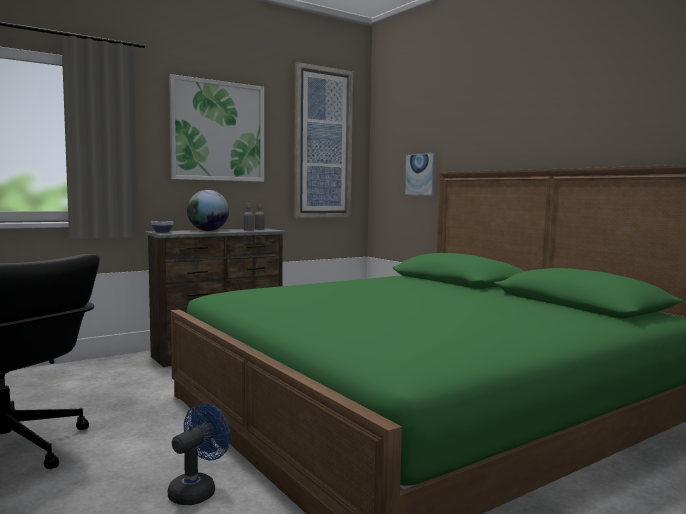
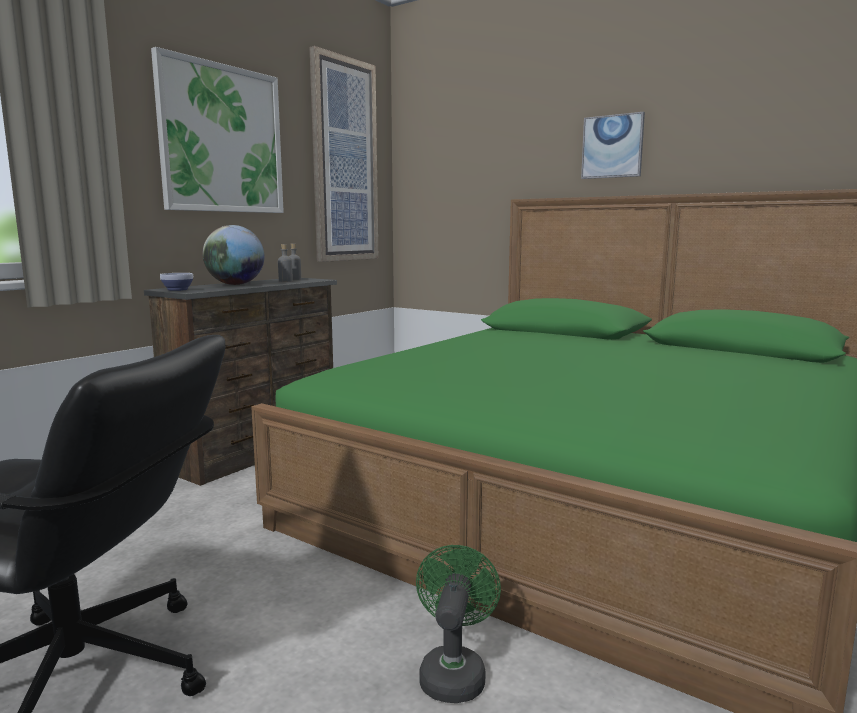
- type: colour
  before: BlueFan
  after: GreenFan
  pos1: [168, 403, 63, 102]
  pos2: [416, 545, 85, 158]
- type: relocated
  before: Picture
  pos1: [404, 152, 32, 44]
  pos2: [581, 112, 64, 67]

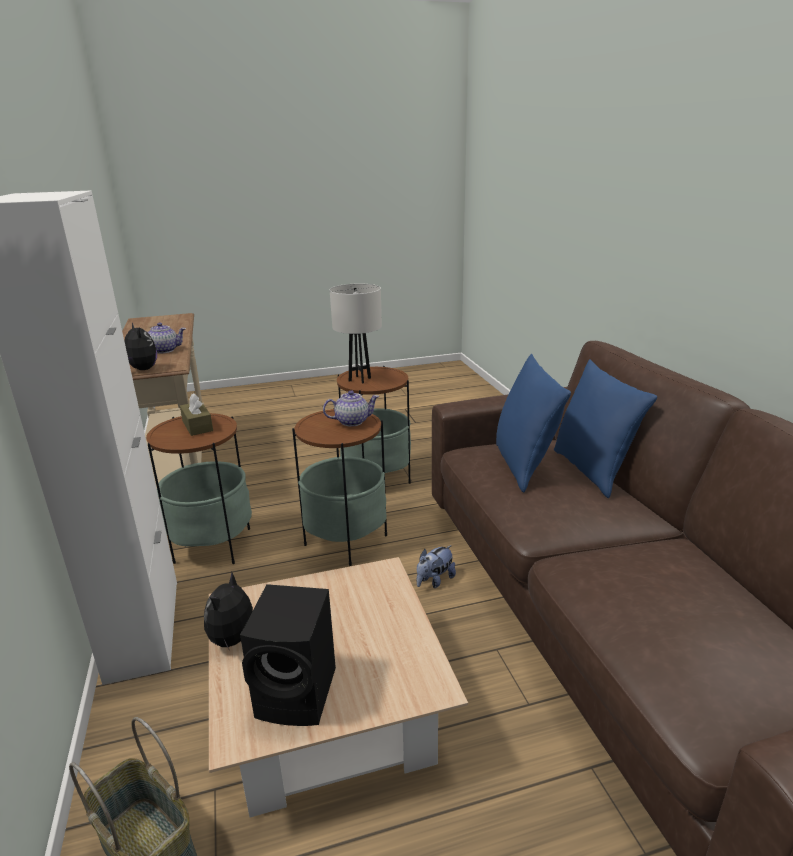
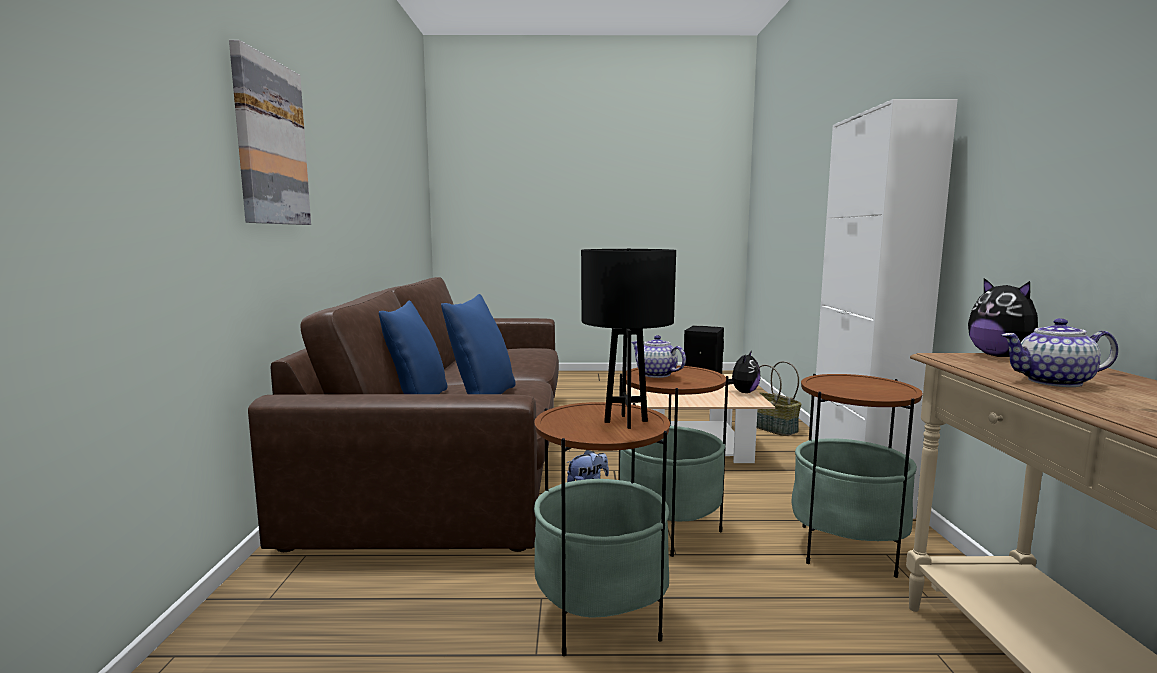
- type: missing
  before: BrownTissueBox
  pos1: [180, 393, 33, 43]
- type: spun
  before: Teapot
  pos1: [323, 390, 56, 36]
  pos2: [631, 335, 55, 43]
  turn: 45
- type: colour
  before: WhiteTableLamp
  after: BlackTableLamp
  pos1: [330, 283, 52, 100]
  pos2: [581, 248, 95, 181]
- type: appeared
  after: Picture
  pos2: [229, 40, 82, 185]

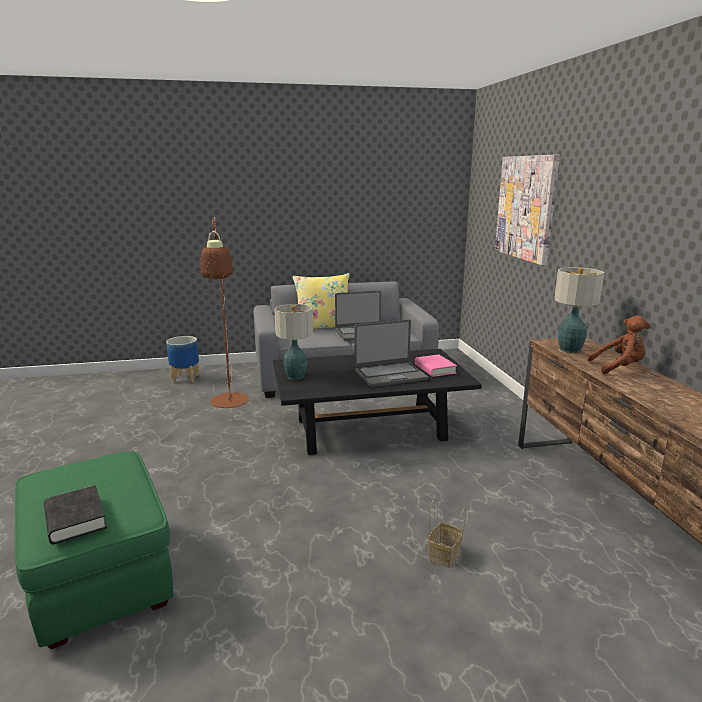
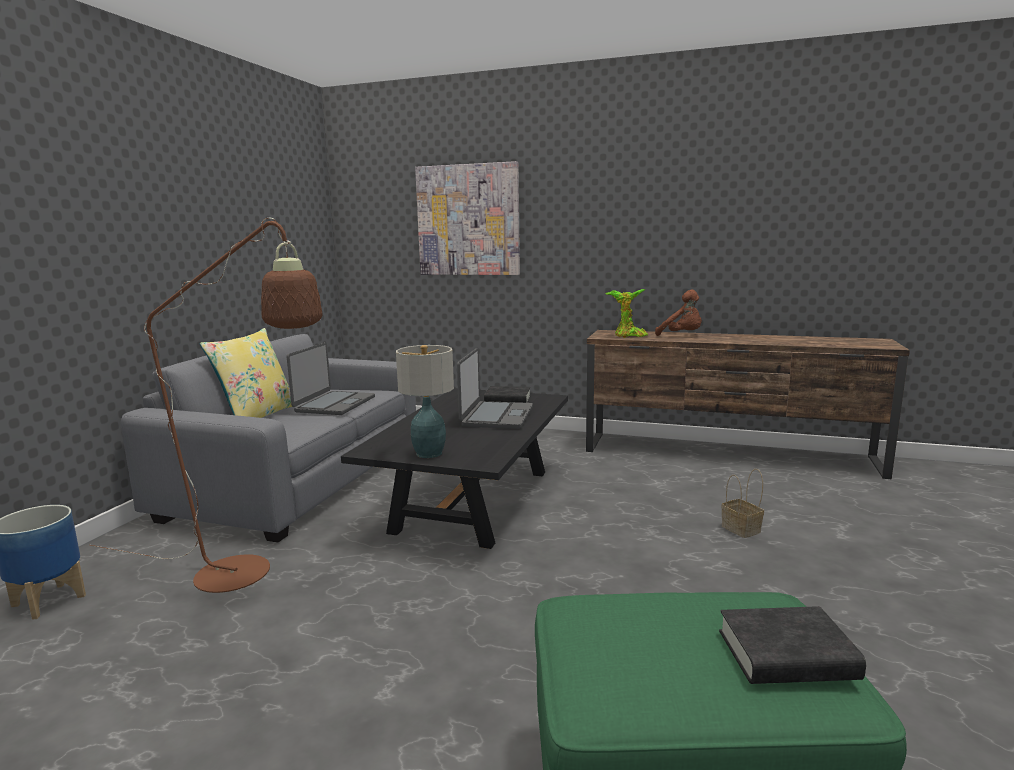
- type: colour
  before: PinkBook
  after: BlackBook
  pos1: [415, 354, 42, 23]
  pos2: [484, 386, 47, 17]
- type: exchanged
  before: TableLamp
  after: PottedPlant
  pos1: [554, 267, 50, 86]
  pos2: [605, 289, 43, 49]
- type: spun
  before: BrownPlushToy
  pos1: [588, 316, 63, 58]
  pos2: [655, 290, 47, 46]
  turn: 105

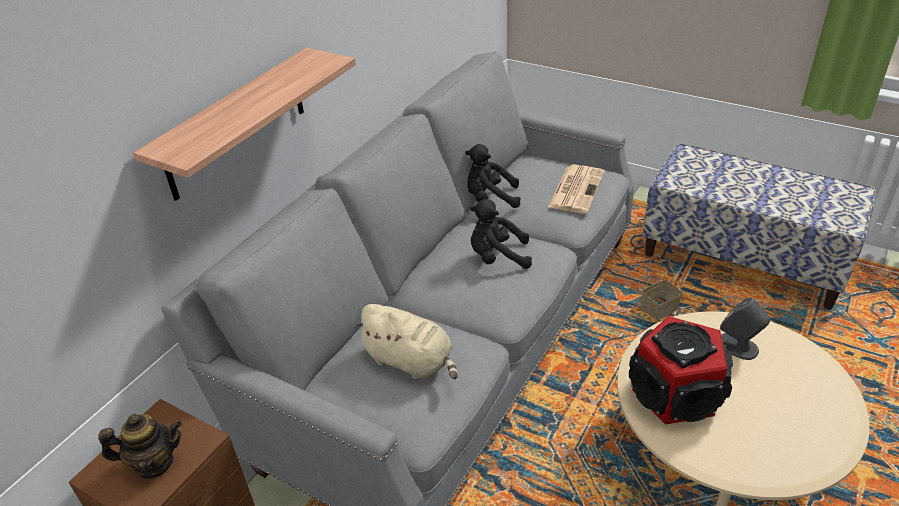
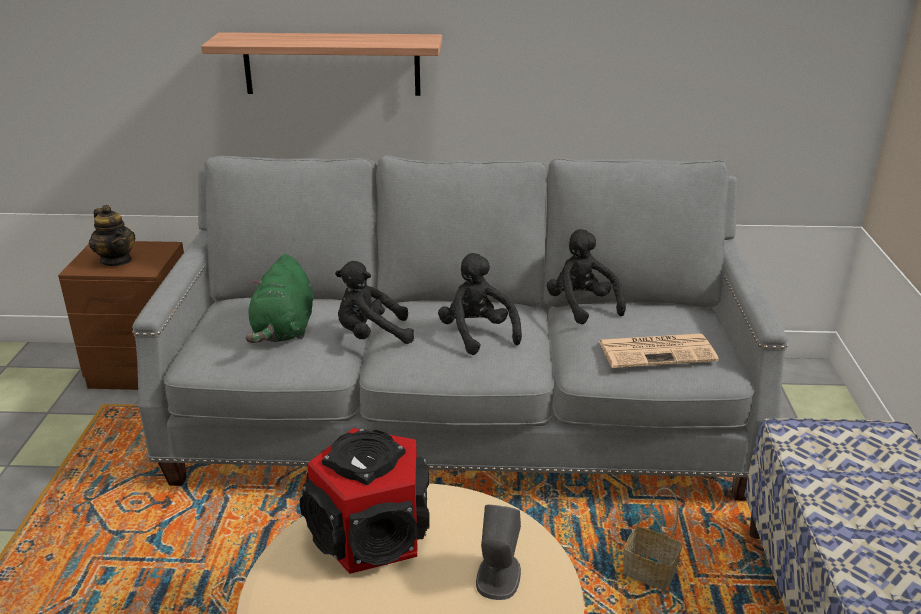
- type: colour
  before: BeigePlushToy
  after: GreenPlushToy
  pos1: [354, 304, 104, 75]
  pos2: [245, 254, 68, 89]
- type: appeared
  after: BlackPlushToy
  pos2: [335, 261, 79, 83]

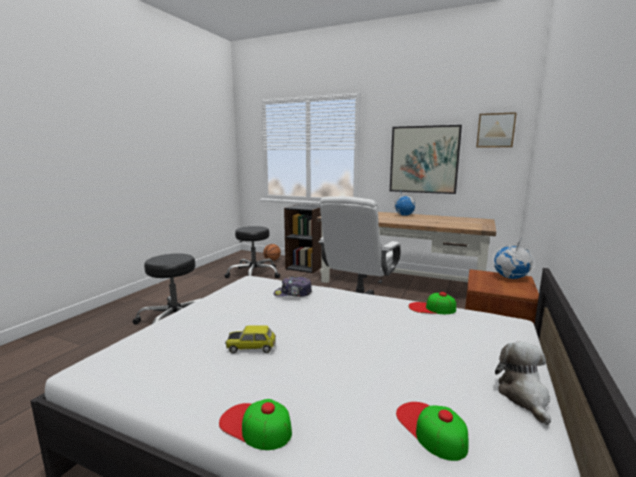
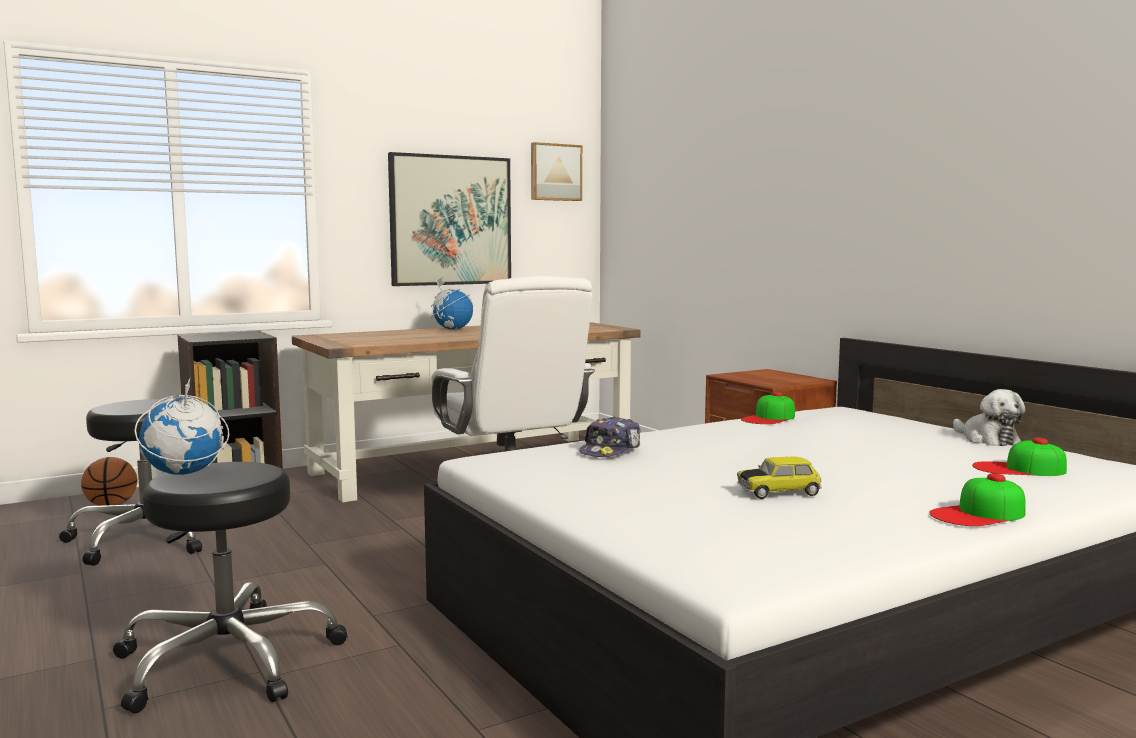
- type: spun
  before: ToyCar
  pos1: [225, 325, 51, 28]
  pos2: [737, 457, 85, 42]
  turn: 45
- type: relocated
  before: Globe
  pos1: [493, 239, 42, 40]
  pos2: [134, 376, 95, 99]
- type: spun
  before: PlushToy
  pos1: [495, 341, 56, 84]
  pos2: [953, 389, 72, 57]
  turn: -150

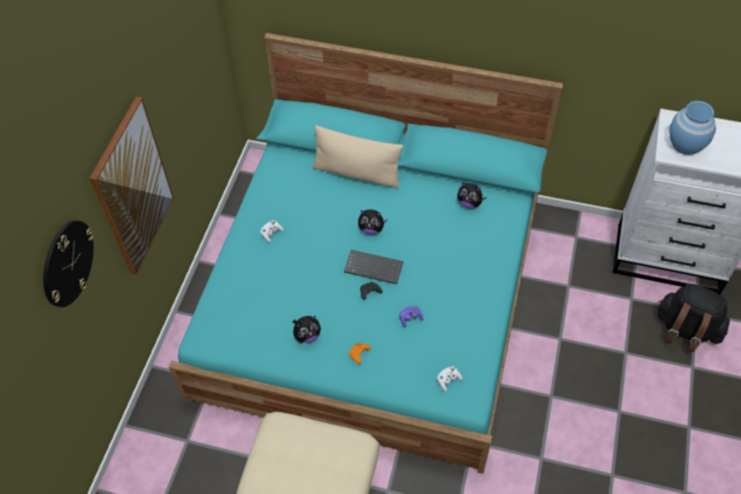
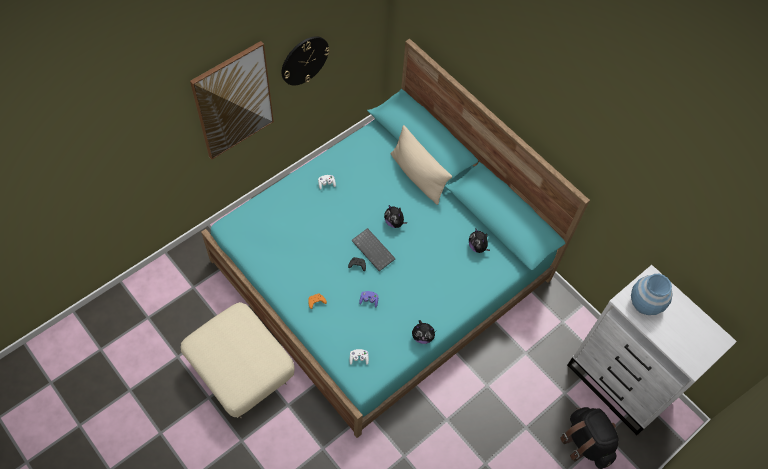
- type: relocated
  before: WallClock
  pos1: [43, 220, 51, 87]
  pos2: [282, 36, 48, 50]
- type: relocated
  before: PlushToy
  pos1: [293, 316, 28, 27]
  pos2: [412, 320, 25, 24]

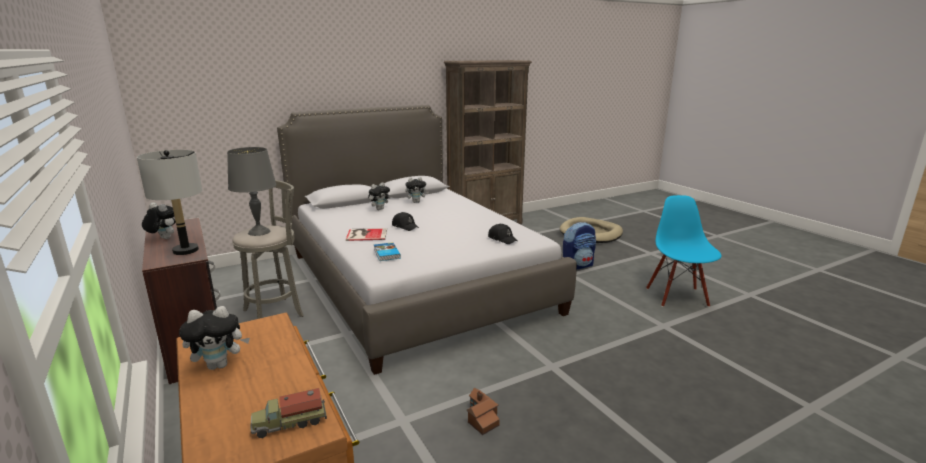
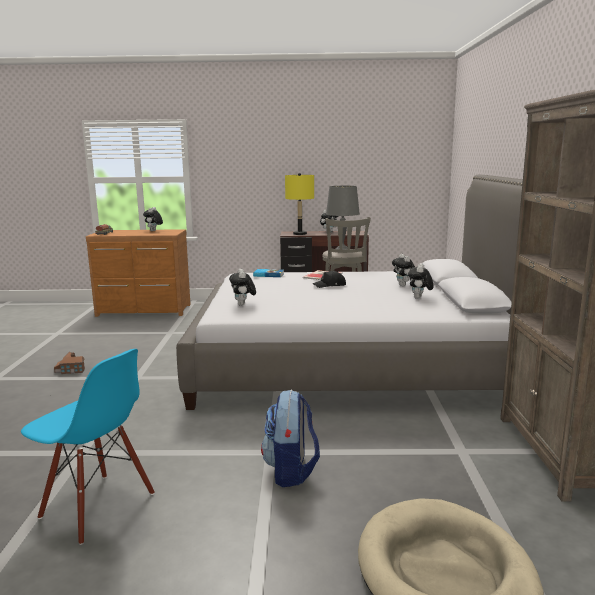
- type: colour
  before: GreyTableLamp
  after: YellowTableLamp
  pos1: [137, 150, 65, 105]
  pos2: [285, 173, 29, 62]
- type: relocated
  before: ToyHouse
  pos1: [467, 388, 33, 47]
  pos2: [54, 352, 31, 22]
- type: exchanged
  before: BlackCap
  after: PlushToy
  pos1: [488, 224, 30, 20]
  pos2: [229, 269, 27, 37]

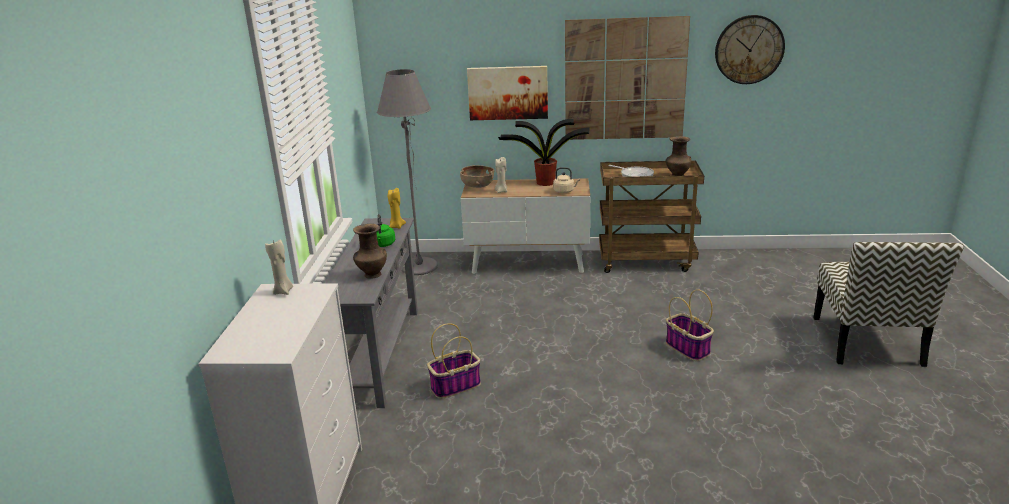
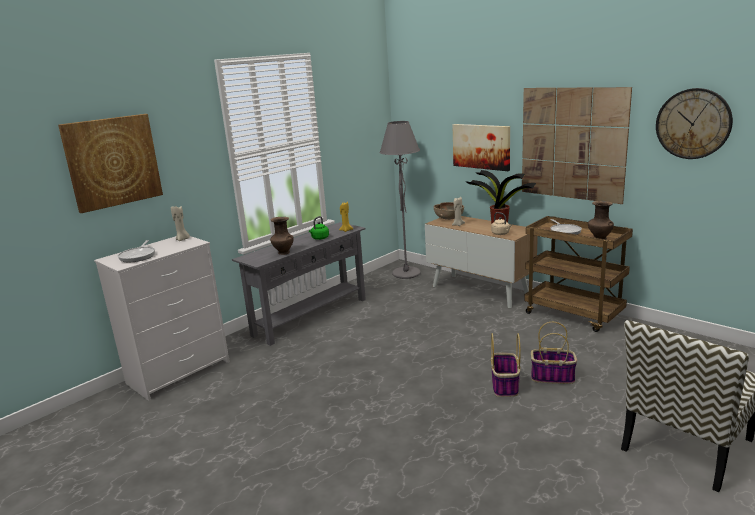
- type: relocated
  before: Basket
  pos1: [427, 323, 54, 76]
  pos2: [531, 322, 46, 62]
- type: appeared
  after: Picture
  pos2: [58, 114, 105, 99]
- type: appeared
  after: FryingPan
  pos2: [118, 240, 37, 22]

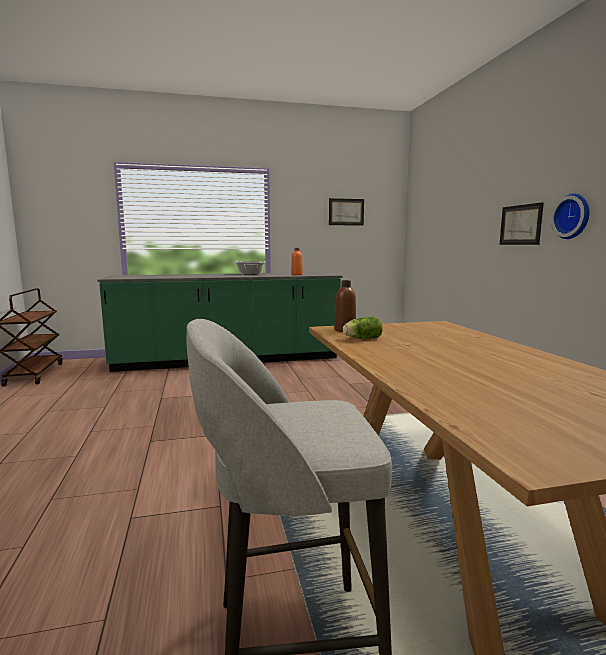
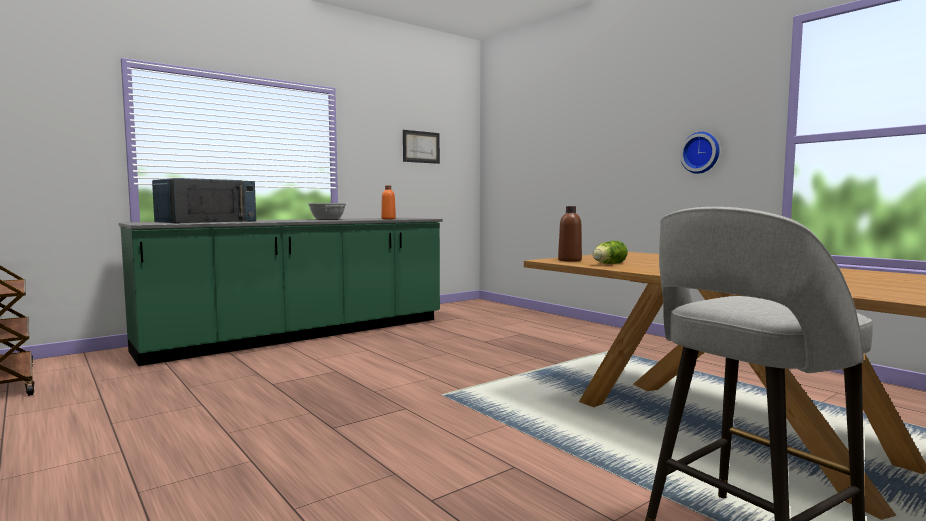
- type: missing
  before: Picture
  pos1: [499, 202, 45, 43]
- type: appeared
  after: BlueMicrowave
  pos2: [152, 178, 104, 45]

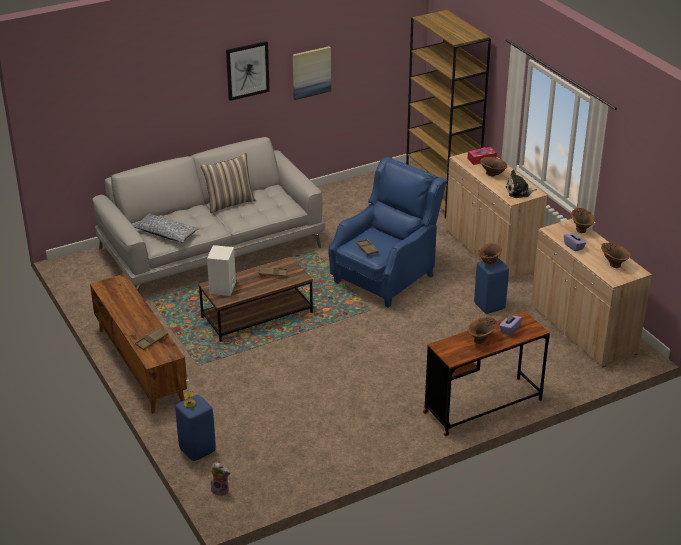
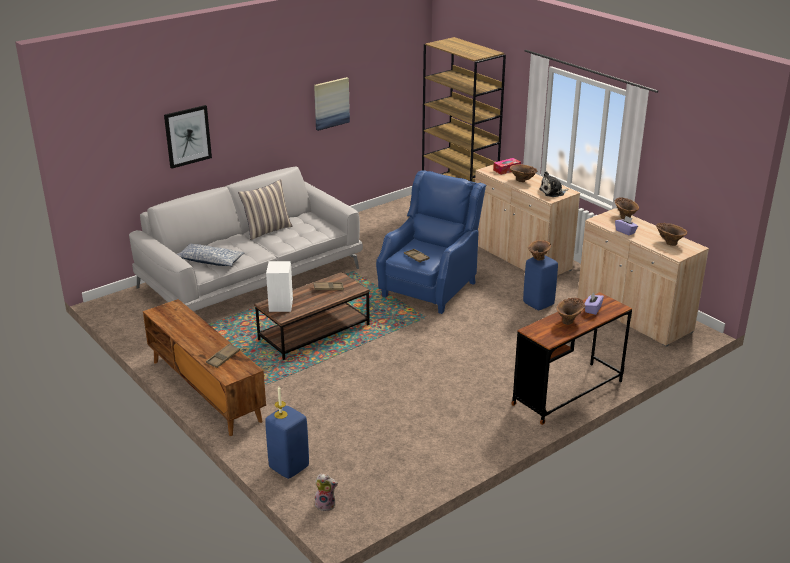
- type: relocated
  before: Picture
  pos1: [226, 41, 44, 60]
  pos2: [164, 105, 48, 64]

